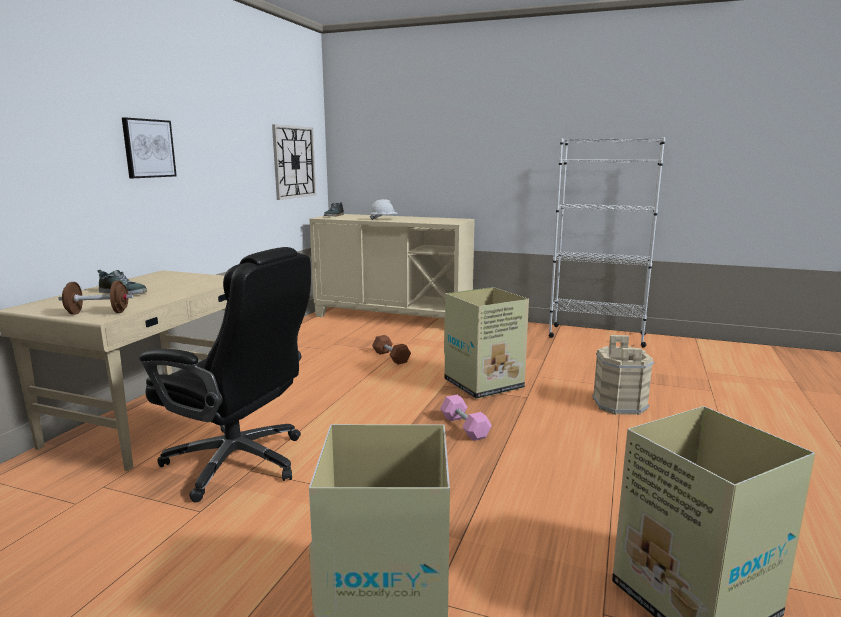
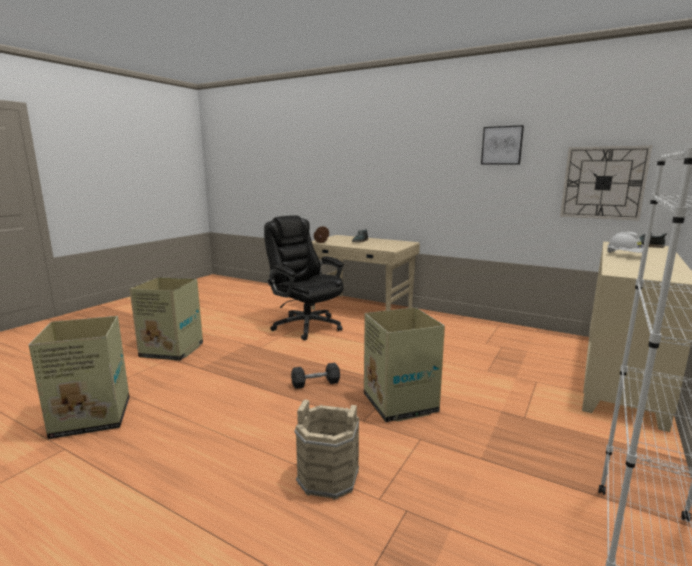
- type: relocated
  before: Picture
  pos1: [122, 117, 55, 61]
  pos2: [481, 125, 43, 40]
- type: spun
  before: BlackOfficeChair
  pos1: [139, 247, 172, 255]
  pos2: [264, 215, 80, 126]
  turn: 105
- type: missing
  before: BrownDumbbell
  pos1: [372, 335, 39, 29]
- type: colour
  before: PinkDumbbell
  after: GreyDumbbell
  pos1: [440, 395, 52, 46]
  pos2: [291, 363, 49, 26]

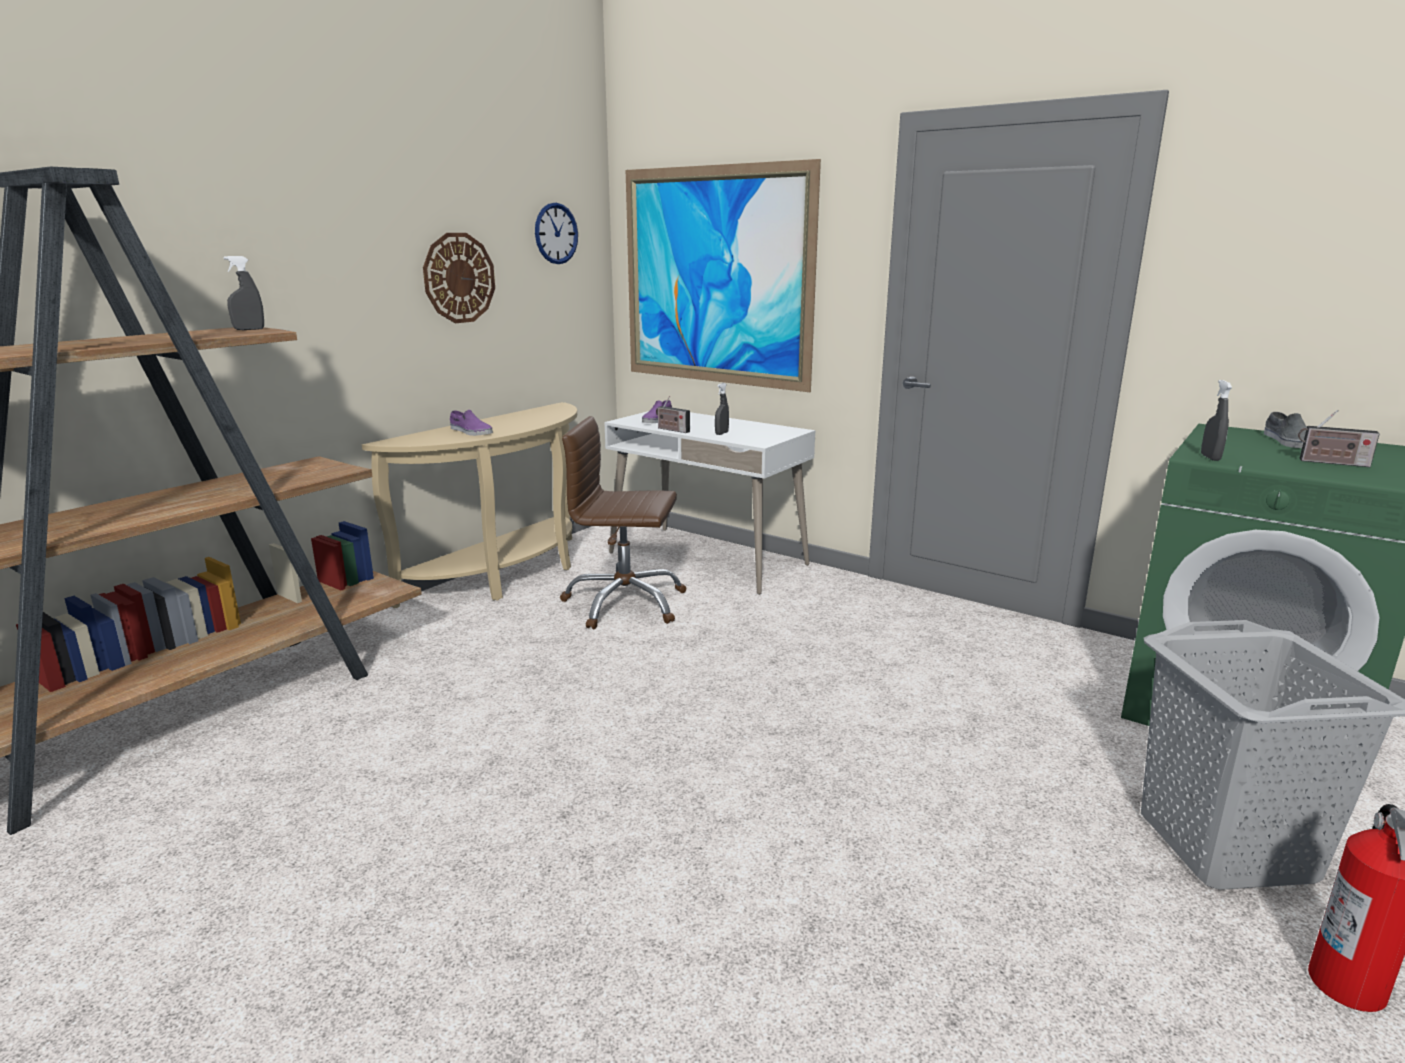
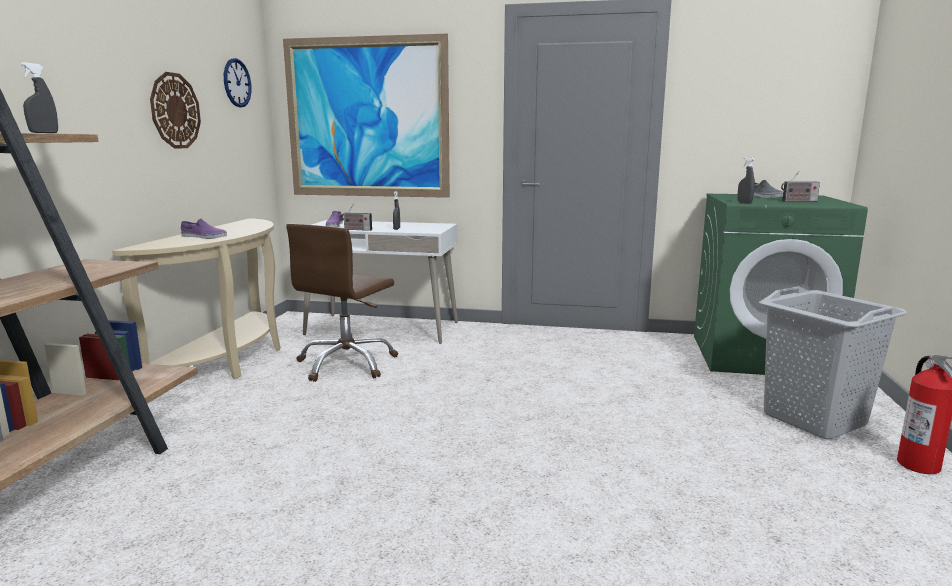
- type: spun
  before: BrownOfficeChair
  pos1: [560, 416, 126, 213]
  pos2: [286, 224, 112, 158]
  turn: -45

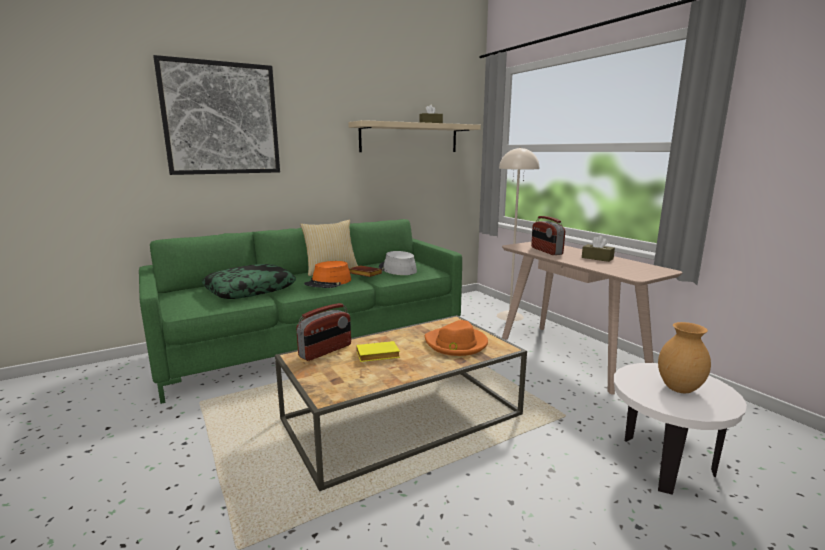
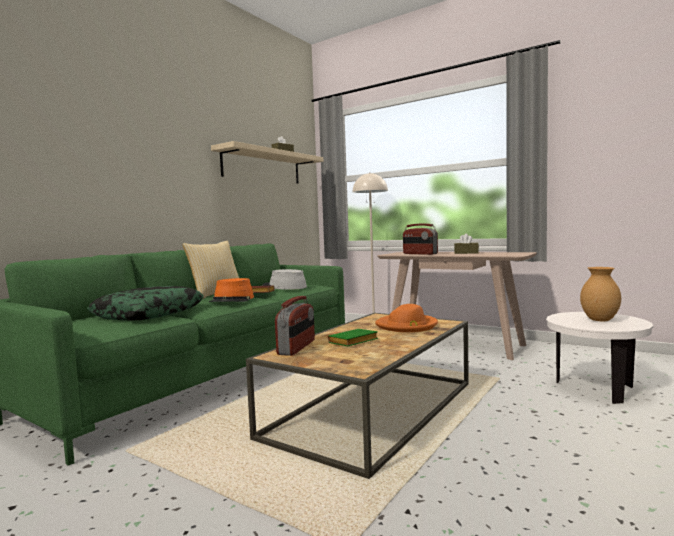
- type: missing
  before: Picture
  pos1: [153, 55, 127, 120]
- type: colour
  before: YellowBook
  after: GreenBook
  pos1: [356, 341, 44, 21]
  pos2: [328, 329, 50, 17]

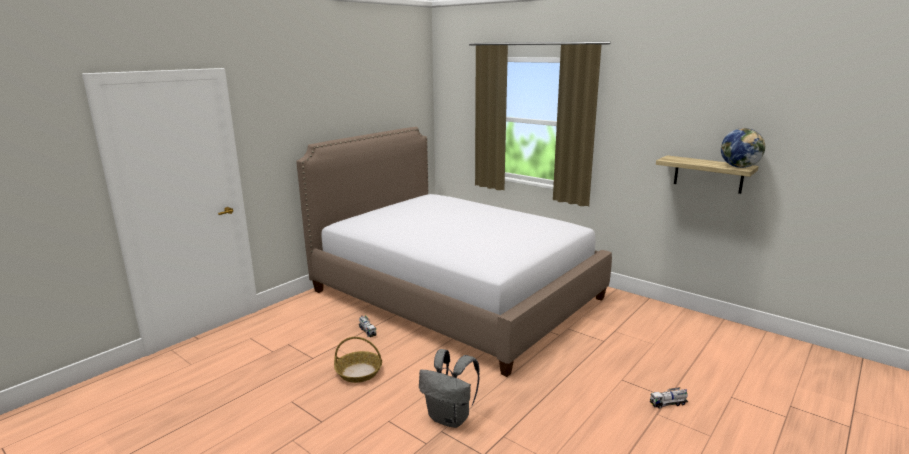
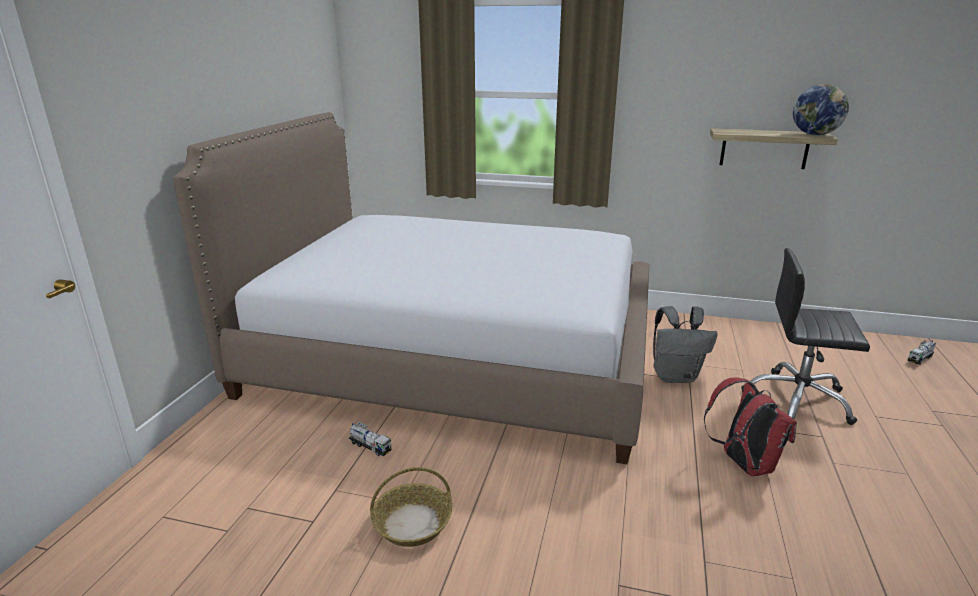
- type: relocated
  before: GreyBackpack
  pos1: [419, 349, 61, 79]
  pos2: [653, 306, 65, 77]
- type: relocated
  before: ToyTruck
  pos1: [650, 387, 38, 22]
  pos2: [907, 340, 29, 24]
- type: appeared
  after: RedBackpack
  pos2: [704, 377, 93, 99]
- type: appeared
  after: BlackOfficeChair
  pos2: [741, 248, 129, 177]

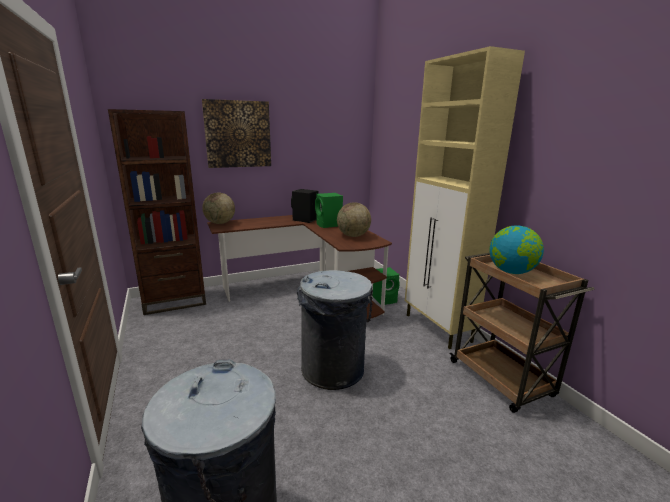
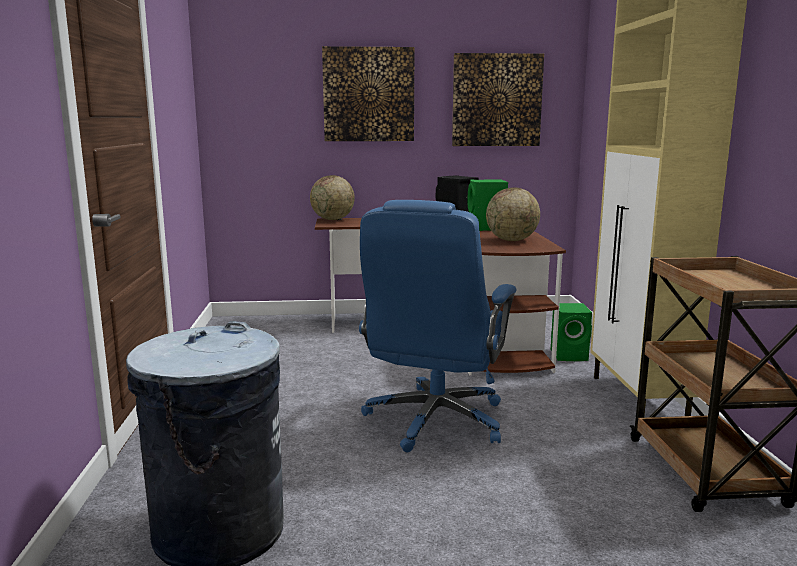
- type: missing
  before: BrownBookcase
  pos1: [108, 109, 98, 206]
- type: exchanged
  before: GreyTrashCan
  after: BlueOfficeChair
  pos1: [297, 270, 76, 120]
  pos2: [359, 200, 157, 252]
- type: missing
  before: Globe
  pos1: [489, 225, 55, 49]
- type: appeared
  after: Picture
  pos2: [452, 53, 92, 93]

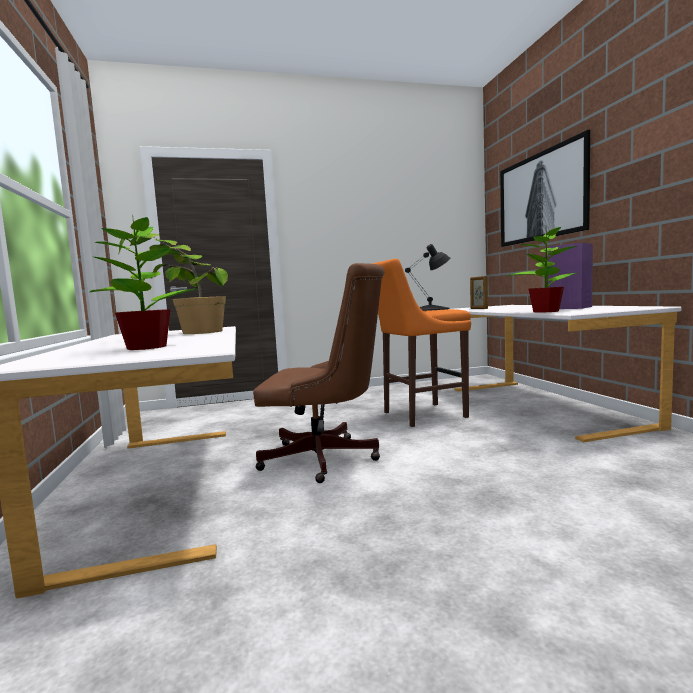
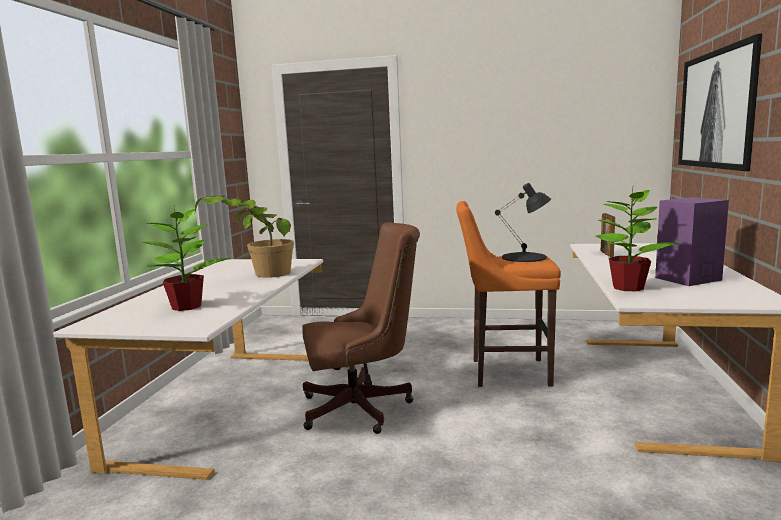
- type: spun
  before: BrownOfficeChair
  pos1: [253, 263, 131, 220]
  pos2: [302, 222, 118, 212]
  turn: -45

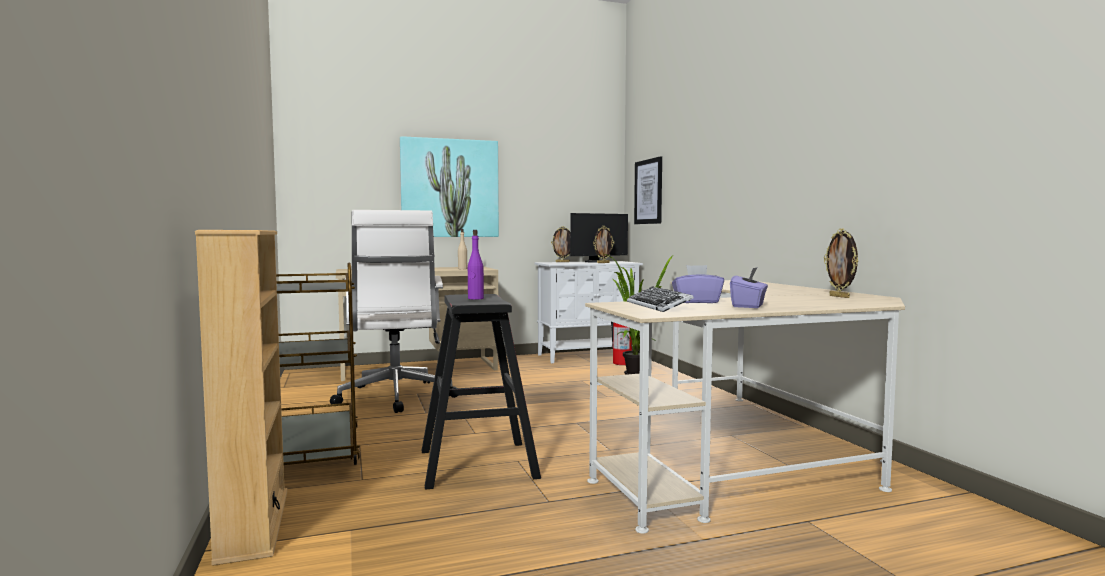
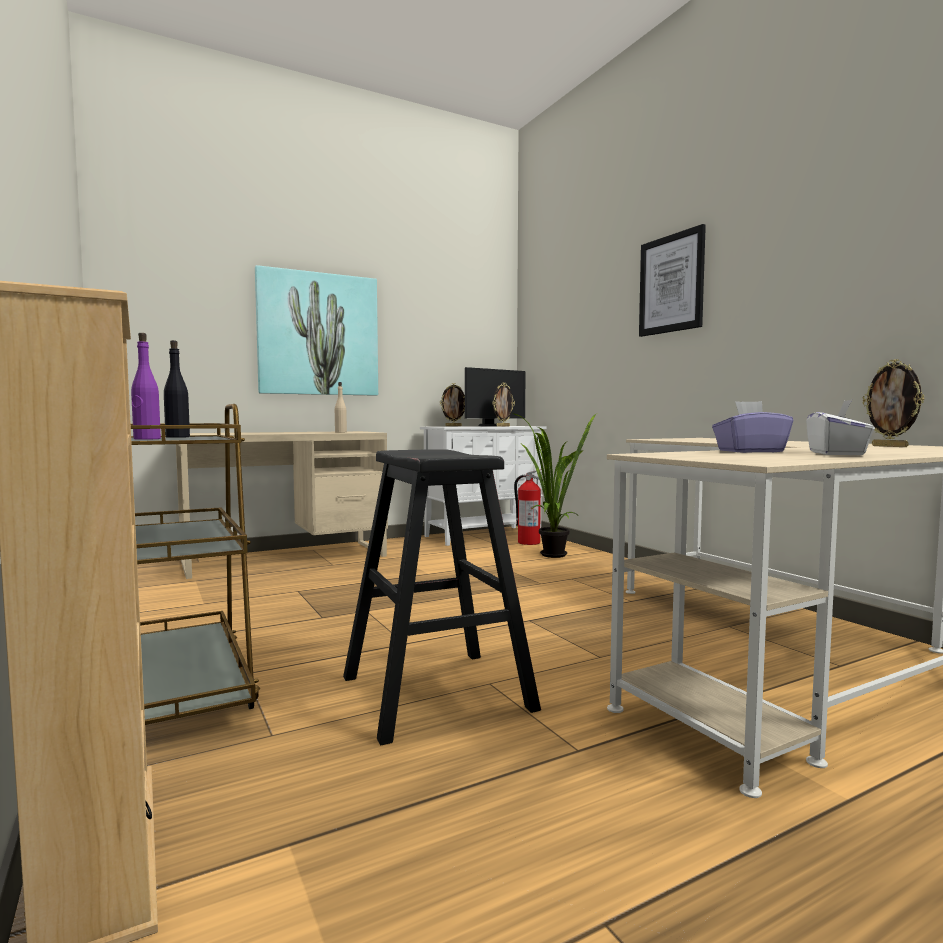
- type: missing
  before: WhiteOfficeChair
  pos1: [330, 210, 127, 203]
- type: relocated
  before: PurpleBottle
  pos1: [468, 230, 16, 70]
  pos2: [131, 333, 30, 107]
- type: missing
  before: Keyboard
  pos1: [627, 286, 67, 26]
- type: relocated
  before: Picture
  pos1: [634, 156, 28, 68]
  pos2: [639, 224, 67, 113]
- type: colour
  before: PurpleTissueBox
  after: WhiteTissueBox
  pos1: [730, 268, 38, 40]
  pos2: [806, 400, 69, 55]
- type: appeared
  after: BlackBottle
  pos2: [164, 340, 26, 98]

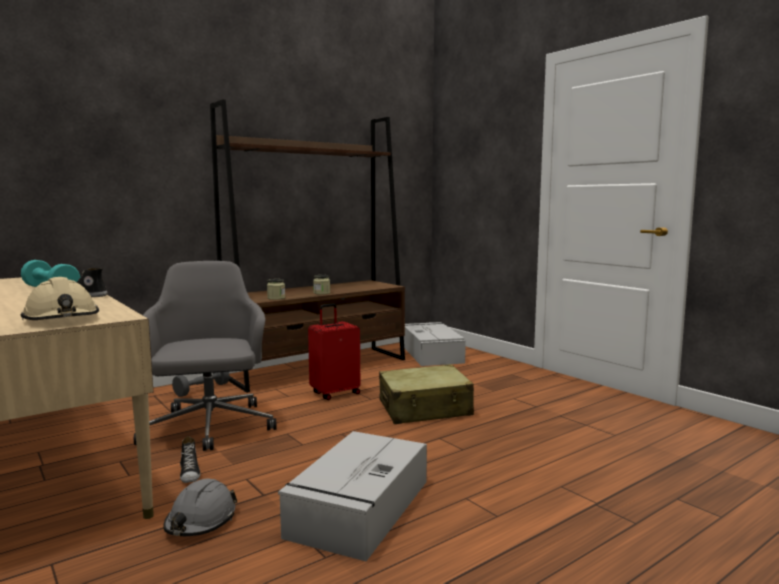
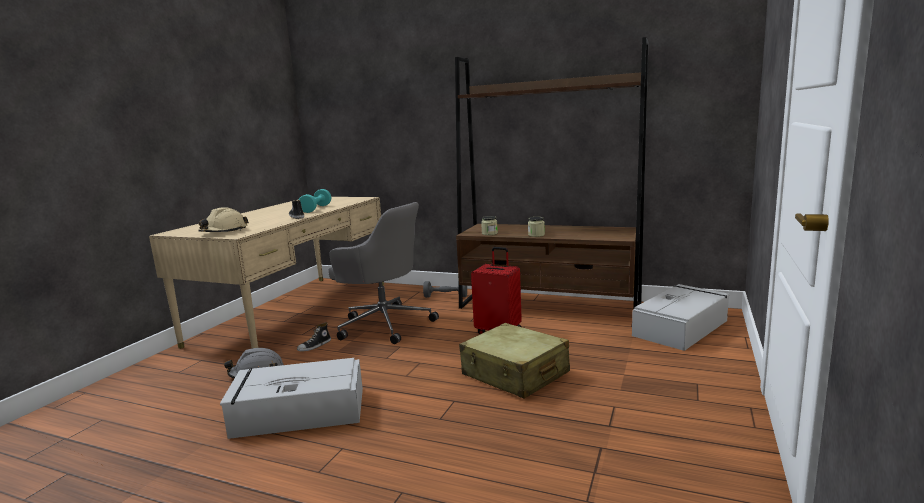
- type: spun
  before: GreyOfficeChair
  pos1: [134, 261, 143, 190]
  pos2: [328, 202, 111, 142]
  turn: 75

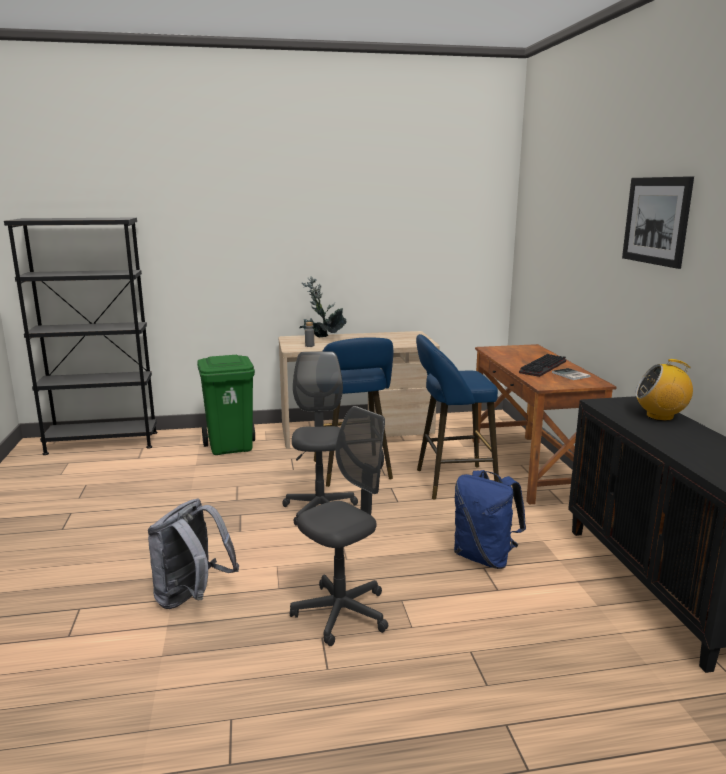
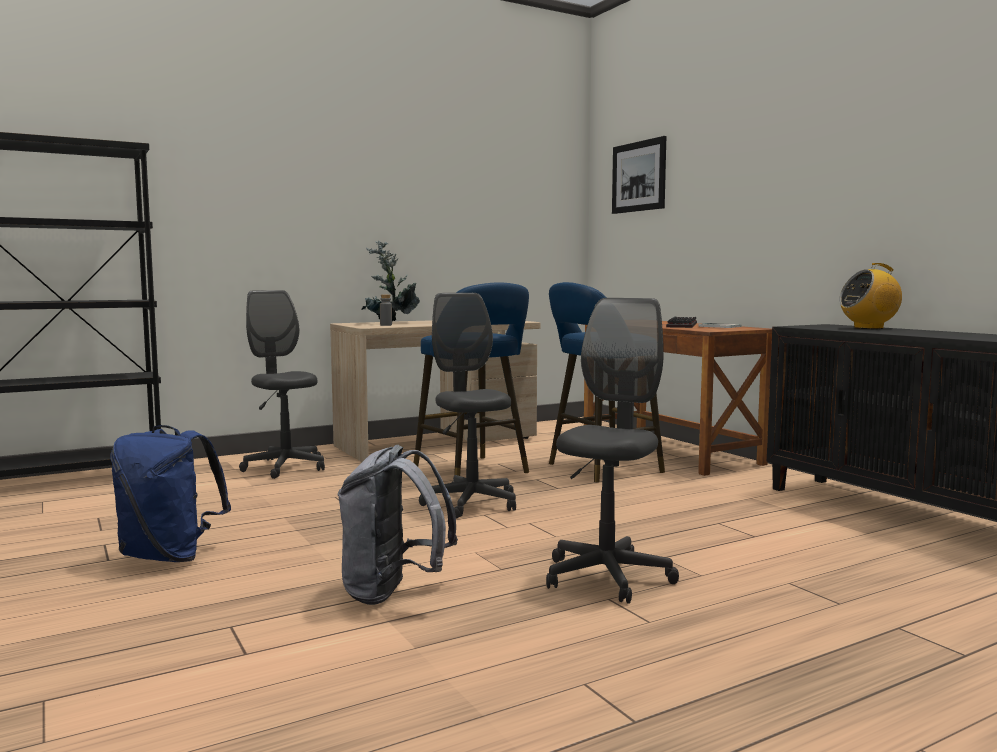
- type: exchanged
  before: GreenTrashCan
  after: GreyOfficeChair
  pos1: [197, 355, 58, 100]
  pos2: [239, 290, 86, 189]
- type: relocated
  before: BlueBackpack
  pos1: [454, 470, 72, 99]
  pos2: [111, 425, 120, 137]
- type: relocated
  before: Picture
  pos1: [622, 176, 72, 93]
  pos2: [612, 136, 54, 78]

